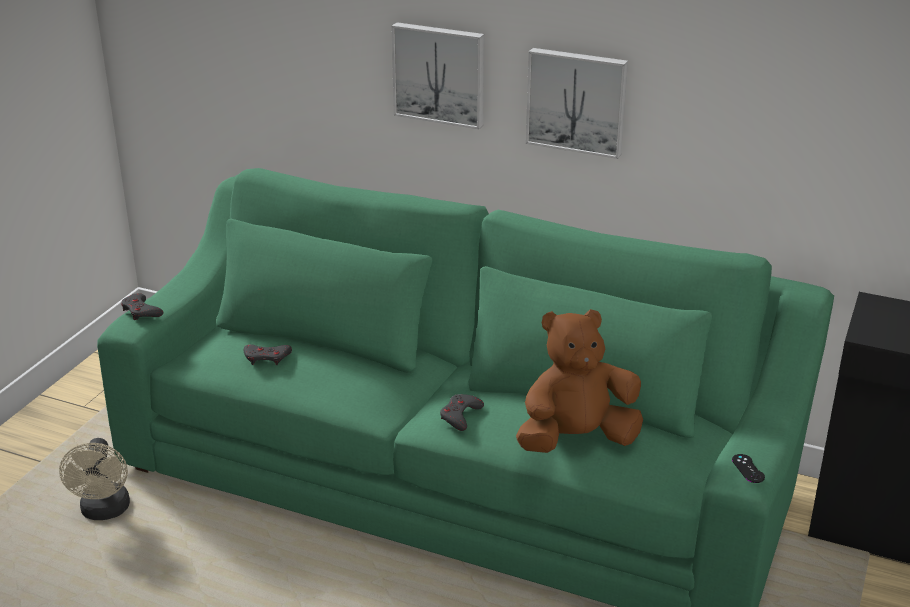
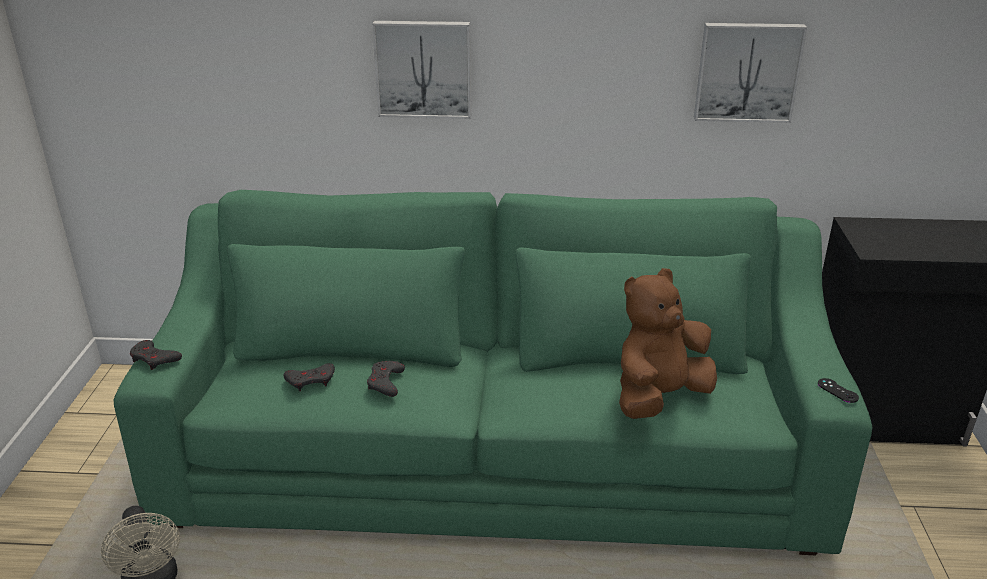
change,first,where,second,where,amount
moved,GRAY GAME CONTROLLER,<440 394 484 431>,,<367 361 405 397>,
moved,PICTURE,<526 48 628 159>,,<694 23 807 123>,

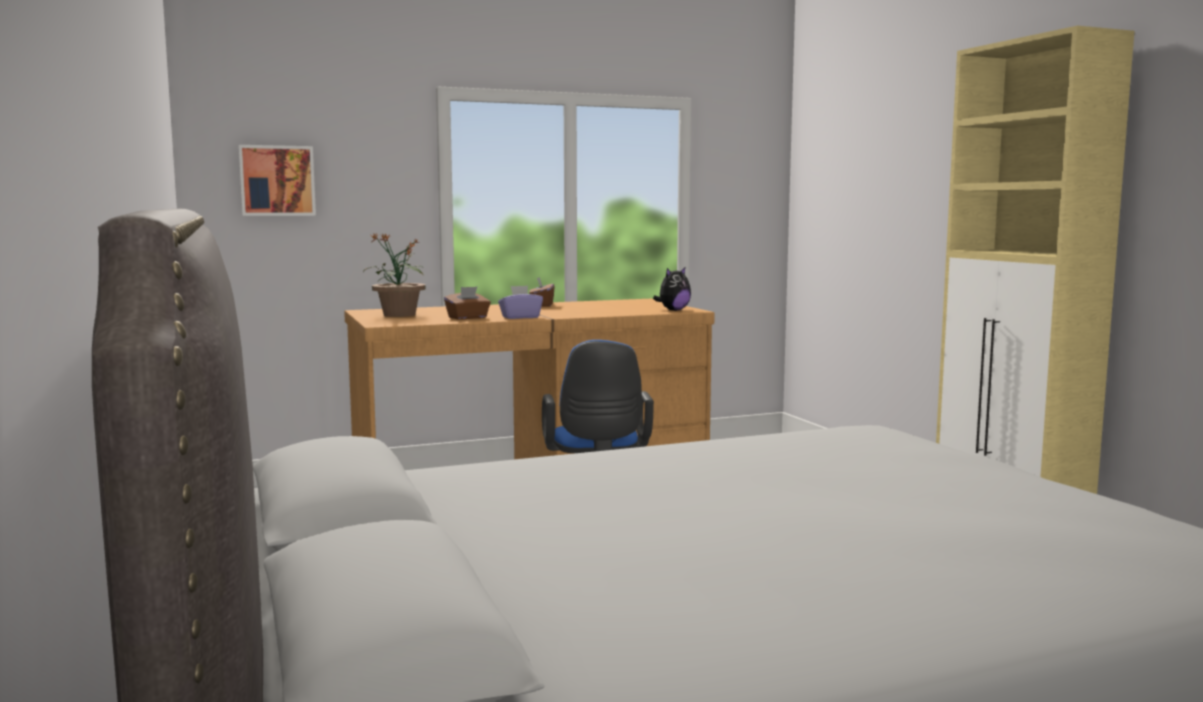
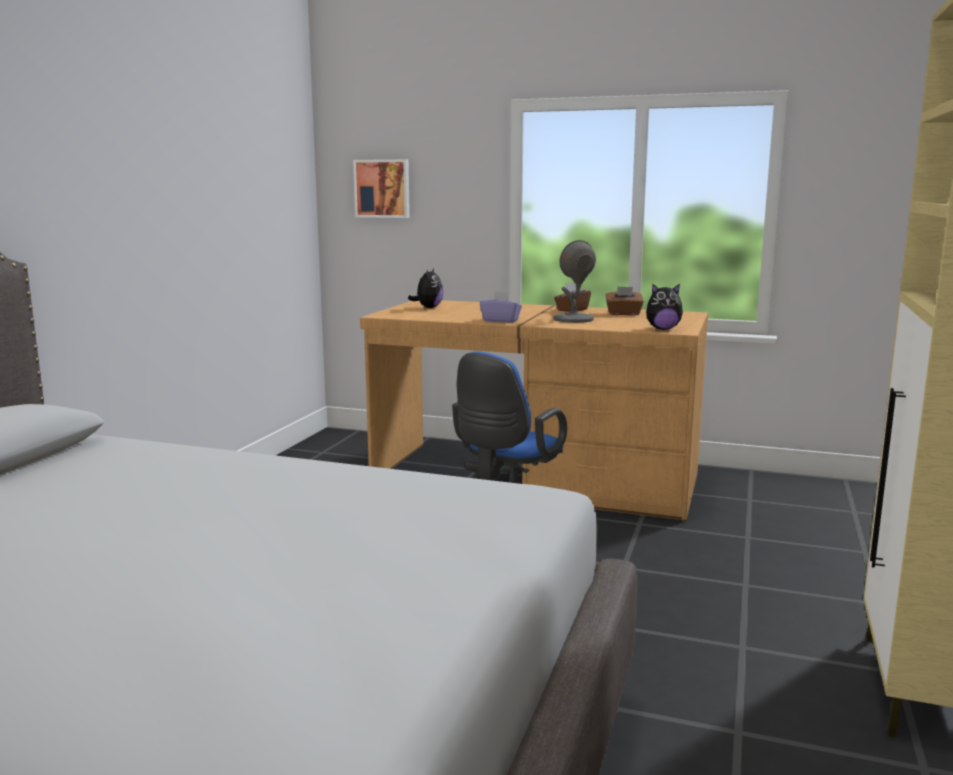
change,first,where,second,where,amount
replaced,POTTED PLANT,<363 233 425 317>,CUDDLY TOY,<408 269 443 308>,
added,,,GRAY TABLE LAMP,<553 240 596 323>,
moved,BROWN-COLOURED BOX OF TISSUES,<444 287 491 320>,,<606 286 644 315>,

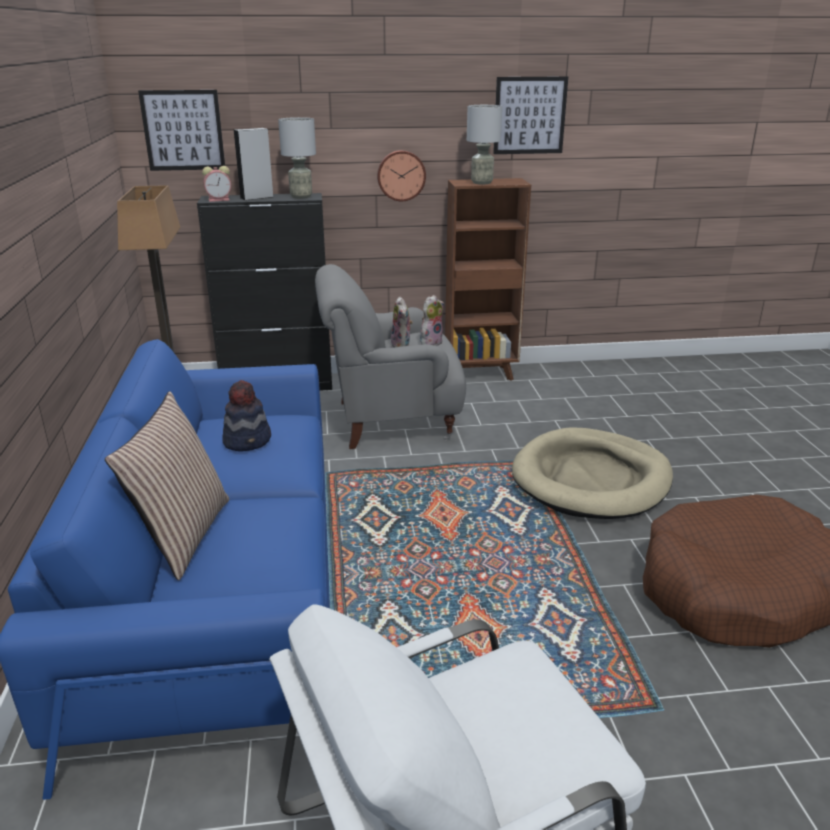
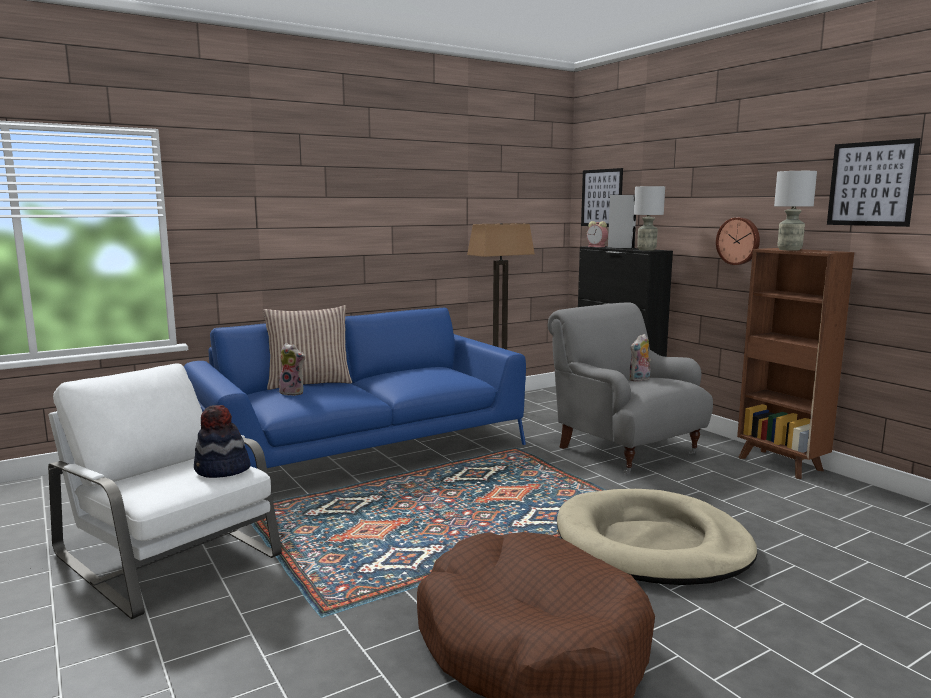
change,first,where,second,where,amount
moved,HAT,<222 380 271 452>,,<194 405 250 478>,
moved,CUDDLY TOY,<420 295 444 346>,,<279 343 305 396>,

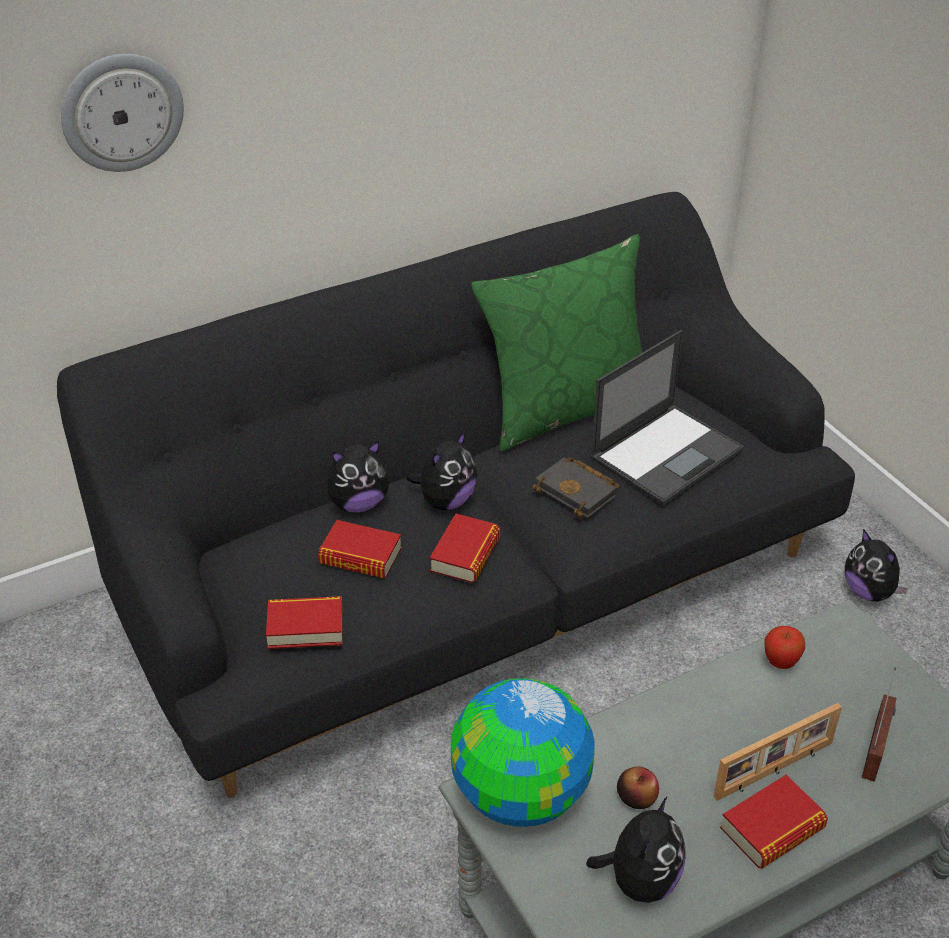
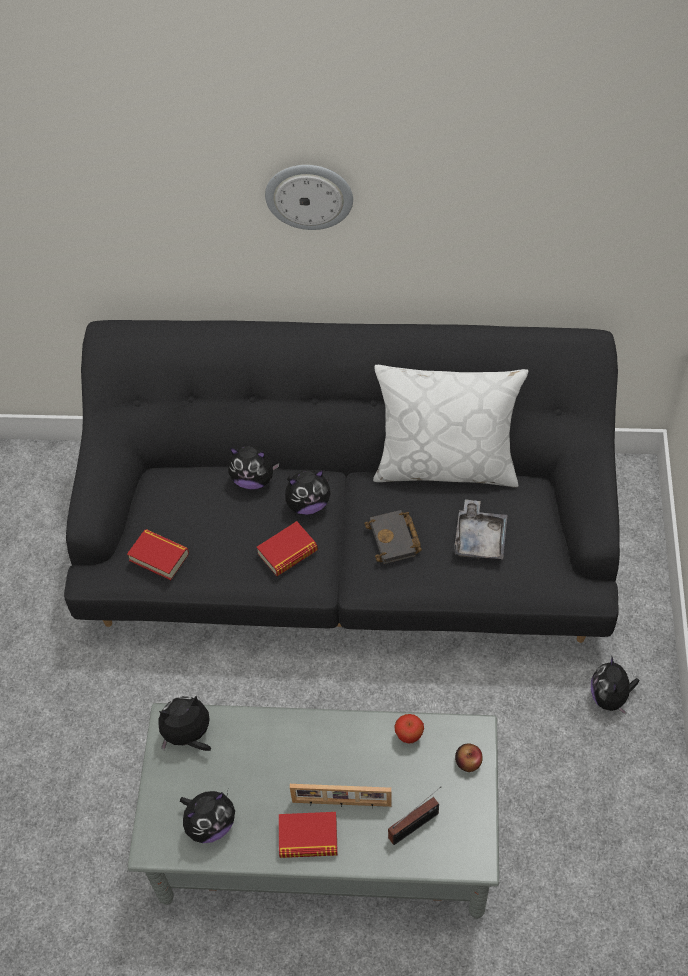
change,first,where,second,where,amount
replaced,DESK GLOBE,<451 678 595 827>,CUDDLY TOY,<158 696 211 751>,
moved,CLOCK ON THE WALL,<61 54 184 172>,,<265 165 353 230>,
recoloured,GREEN CUSHION,<471 234 642 452>,WHITISH CUSHION,<373 365 528 487>,
replaced,NOTEBOOK COMPUTER,<590 330 744 505>,GRAY TRAY,<454 499 508 559>,
moved,APPLE FRUIT,<617 767 659 809>,,<455 744 483 772>,
removed,BOUND BOOK,<318 520 402 578>,,,

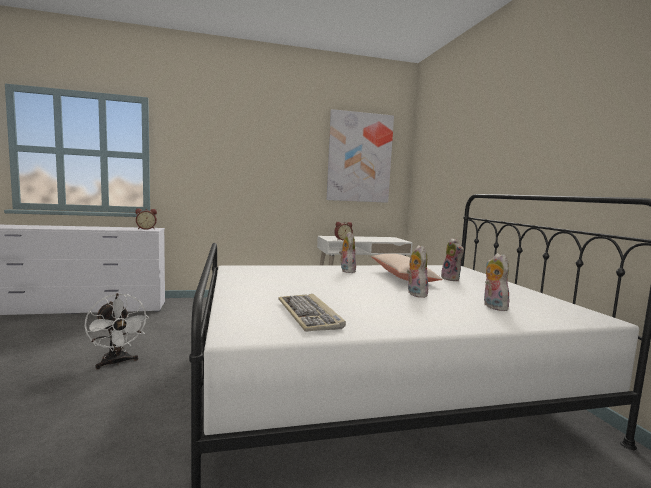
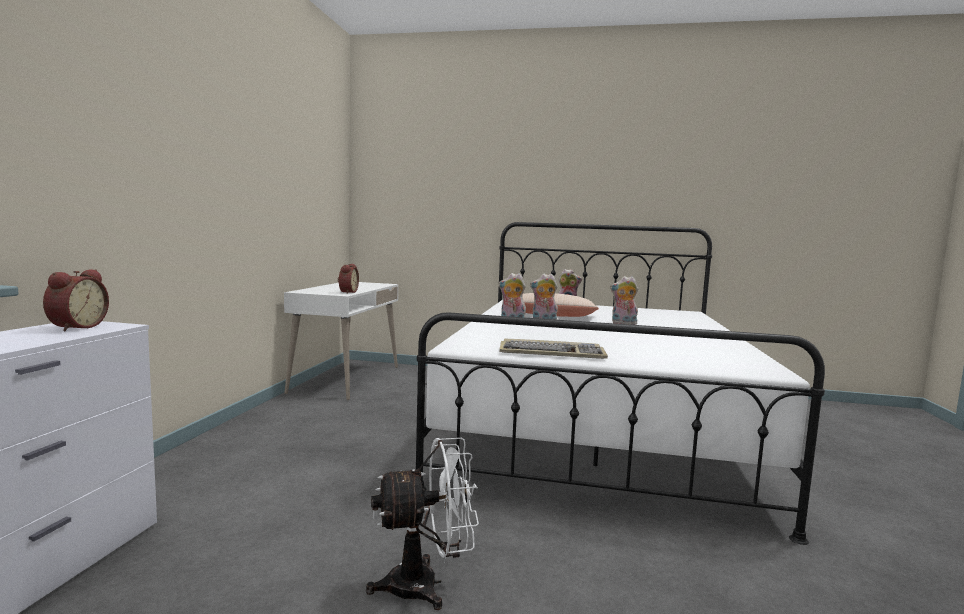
change,first,where,second,where,amount
moved,COMPUTER KEYBOARD,<278 294 346 332>,,<500 338 608 359>,
moved,CUDDLY TOY,<483 253 509 311>,,<530 274 558 320>,
removed,PICTURE,<327 109 394 203>,,,

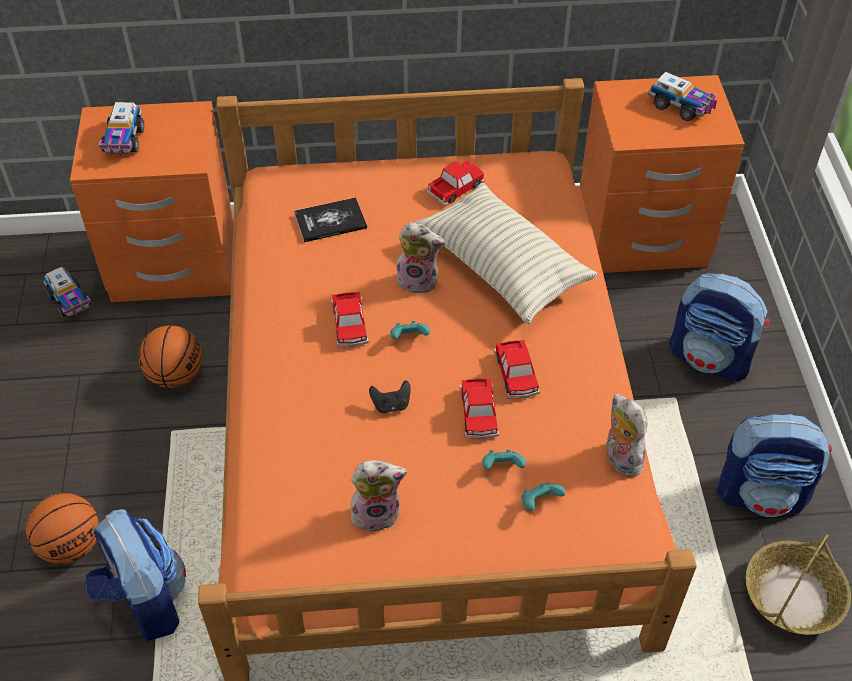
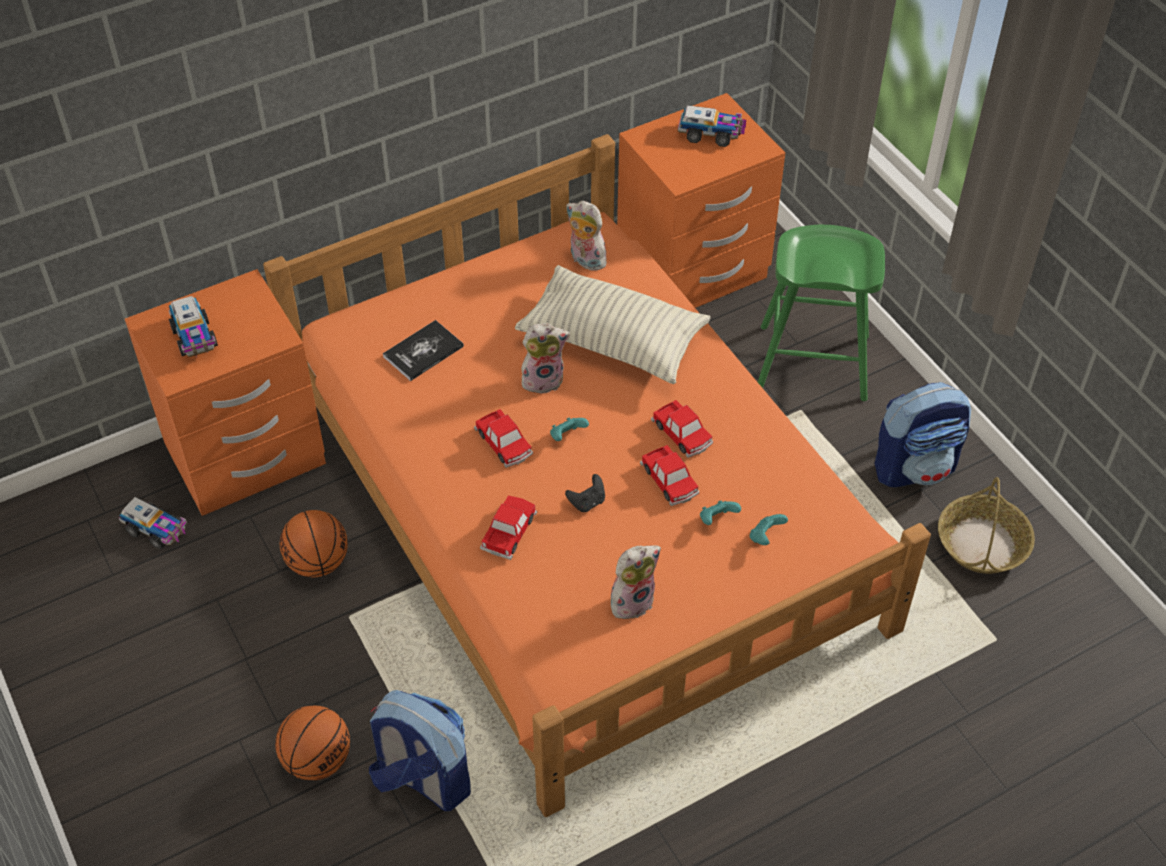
change,first,where,second,where,amount
moved,TOY CAR,<427 161 485 206>,,<480 495 537 560>,
moved,CUDDLY TOY,<606 394 647 476>,,<566 201 607 271>,
replaced,RUCKSACK,<669 273 770 382>,GREEN STOOL SEAT,<758 225 885 401>,

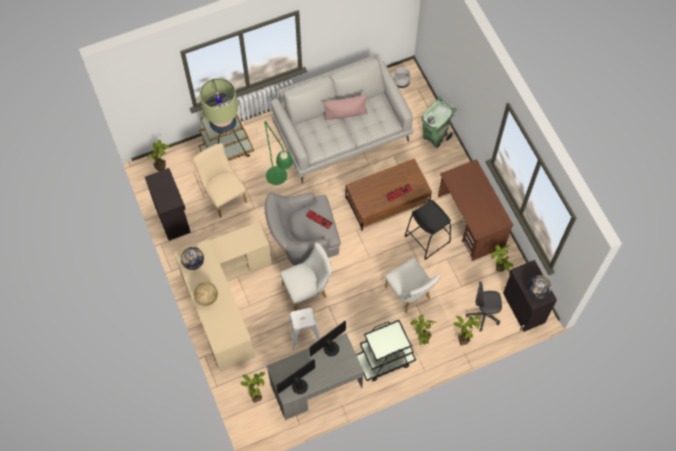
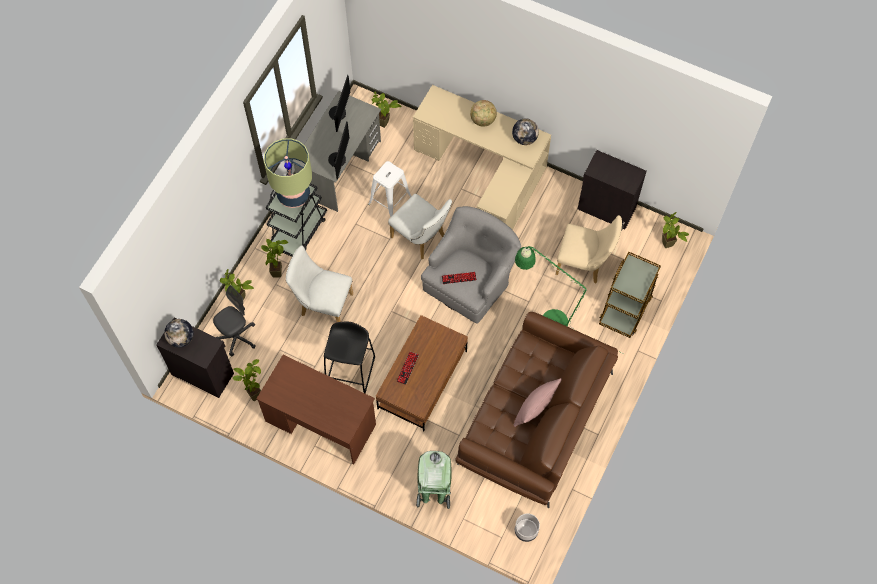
change,first,where,second,where,amount
moved,TABLE LAMP,<199 78 238 134>,,<264 138 312 208>,
turned,WHITISH PLAIN CHAIR,<280 242 332 311>,,<388 194 452 259>,75 degrees counterclockwise
recoloured,GRAY SETTEE,<271 56 413 183>,BROWN-COLOURED SETTEE,<456 312 618 508>,

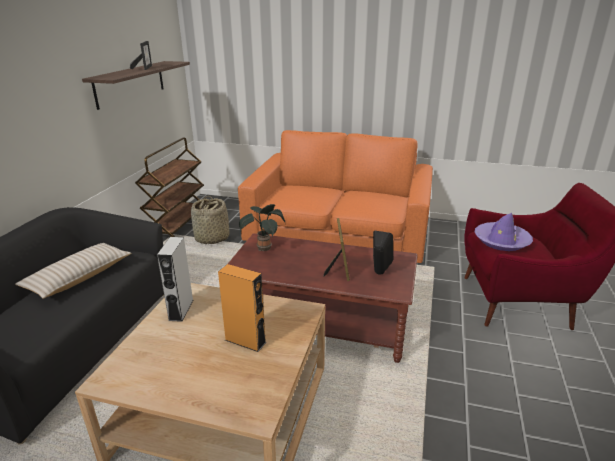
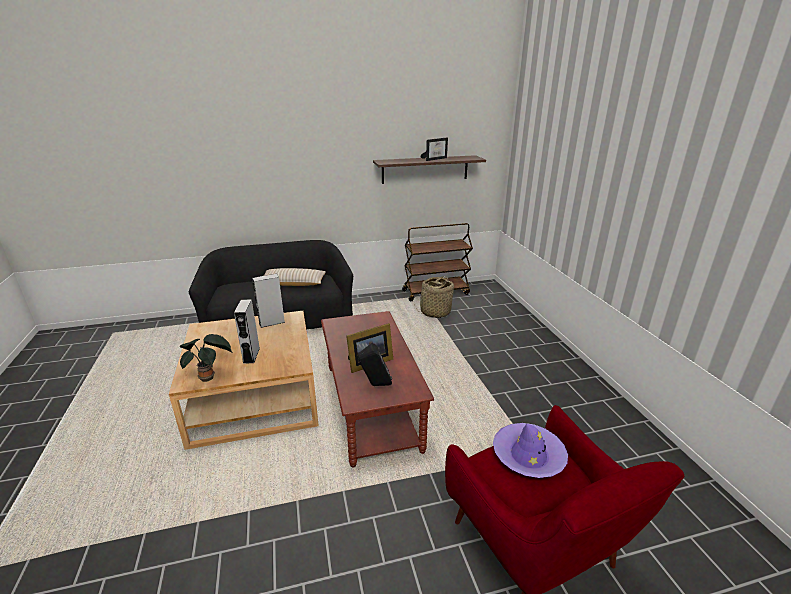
change,first,where,second,where,amount
moved,POTTED PLANT,<239 204 286 251>,,<180 334 233 382>,
recoloured,ORANGE-COLOURED LOUDSPEAKER,<218 264 266 352>,GRAY LOUDSPEAKER,<234 299 260 364>,
removed,ORANGE-COLOURED SETTEE,<238 130 433 263>,,,

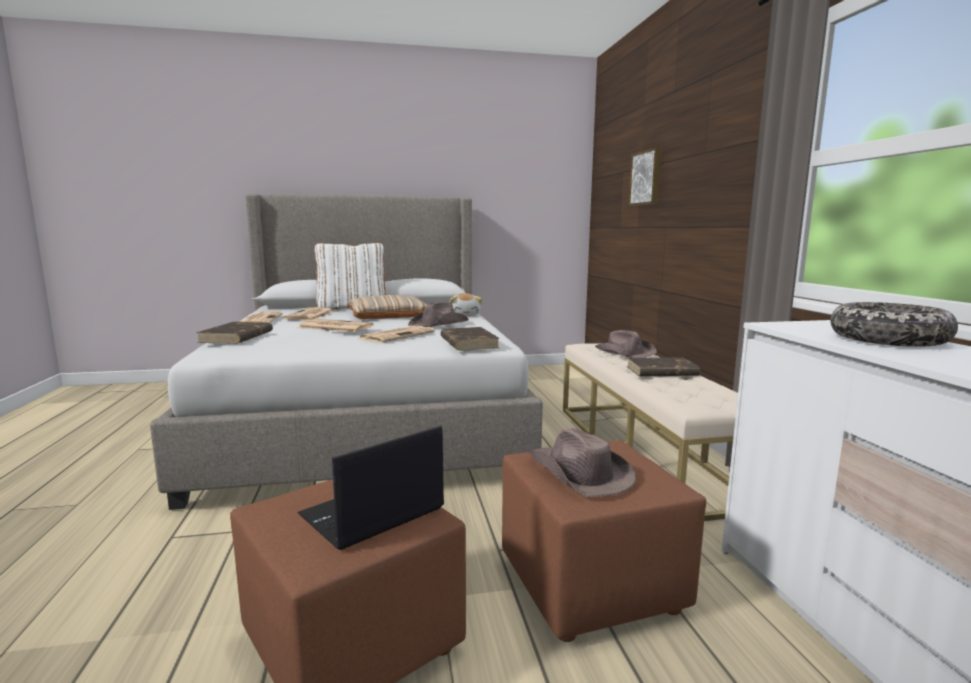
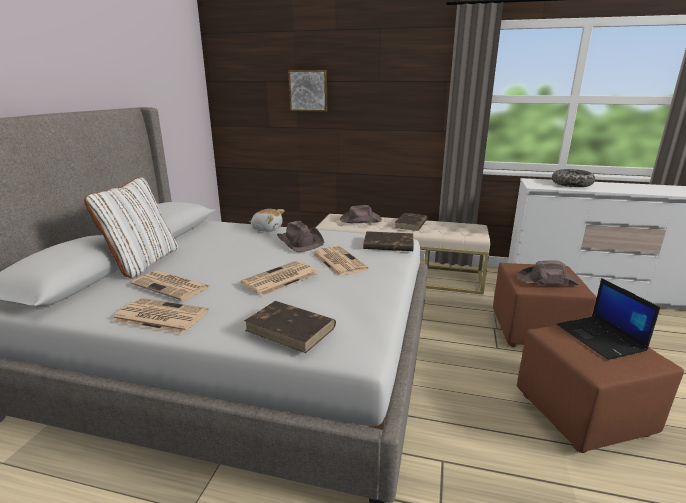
change,first,where,second,where,amount
removed,SAND-COLOURED CUSHION,<349 295 426 319>,,,

